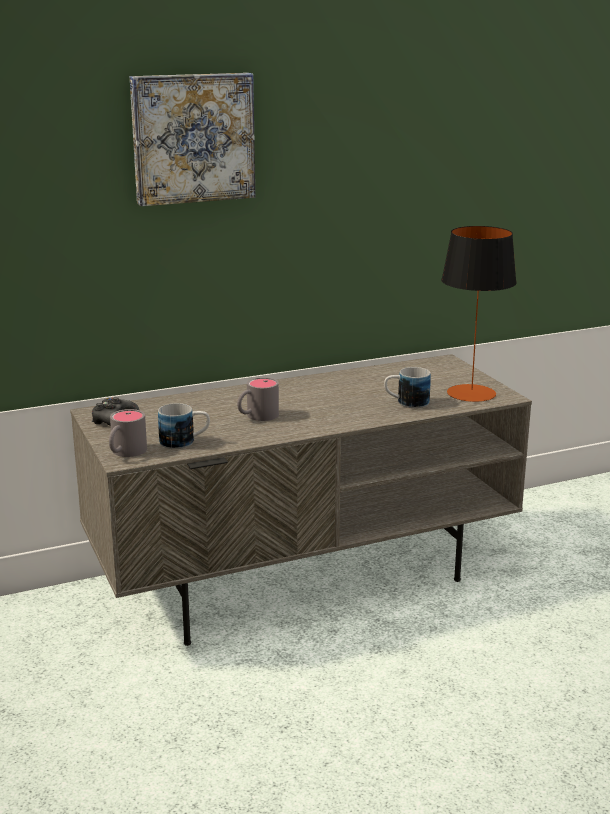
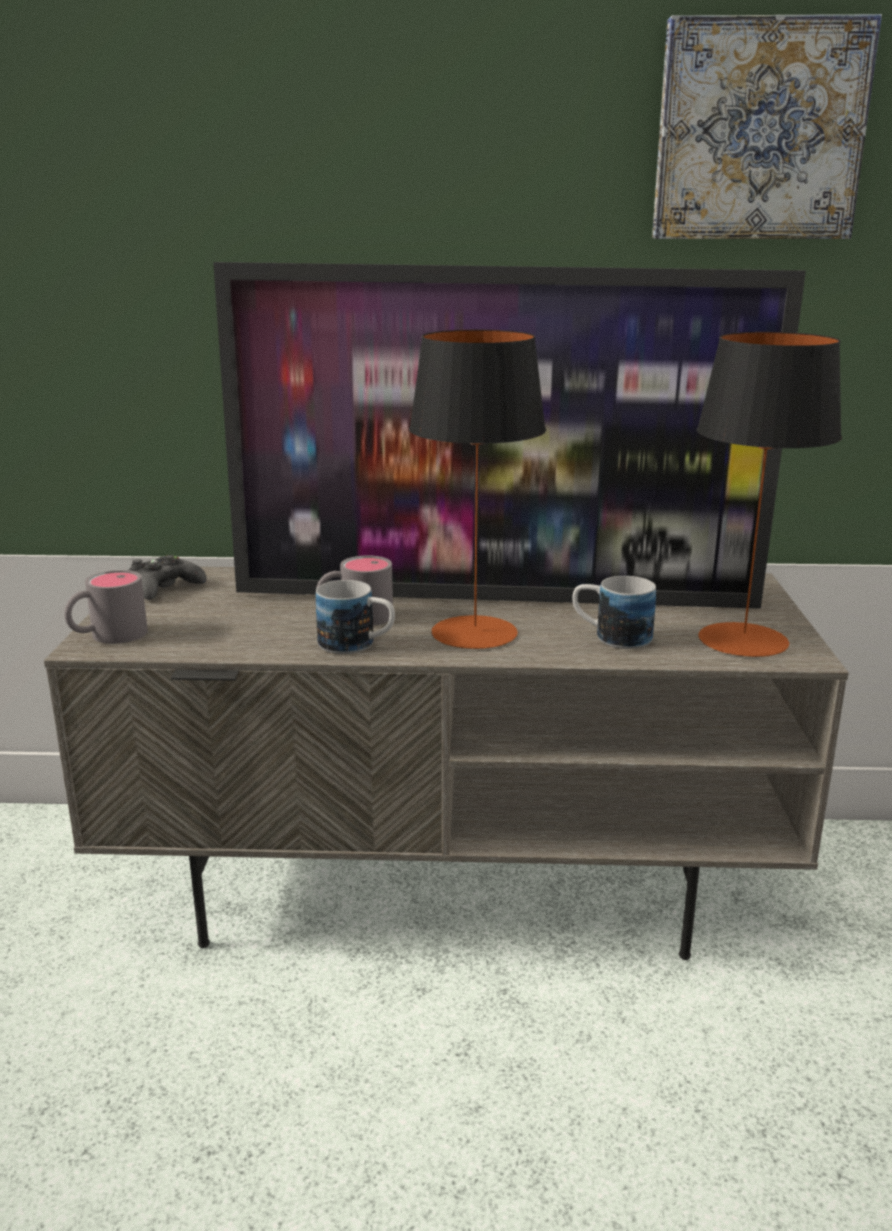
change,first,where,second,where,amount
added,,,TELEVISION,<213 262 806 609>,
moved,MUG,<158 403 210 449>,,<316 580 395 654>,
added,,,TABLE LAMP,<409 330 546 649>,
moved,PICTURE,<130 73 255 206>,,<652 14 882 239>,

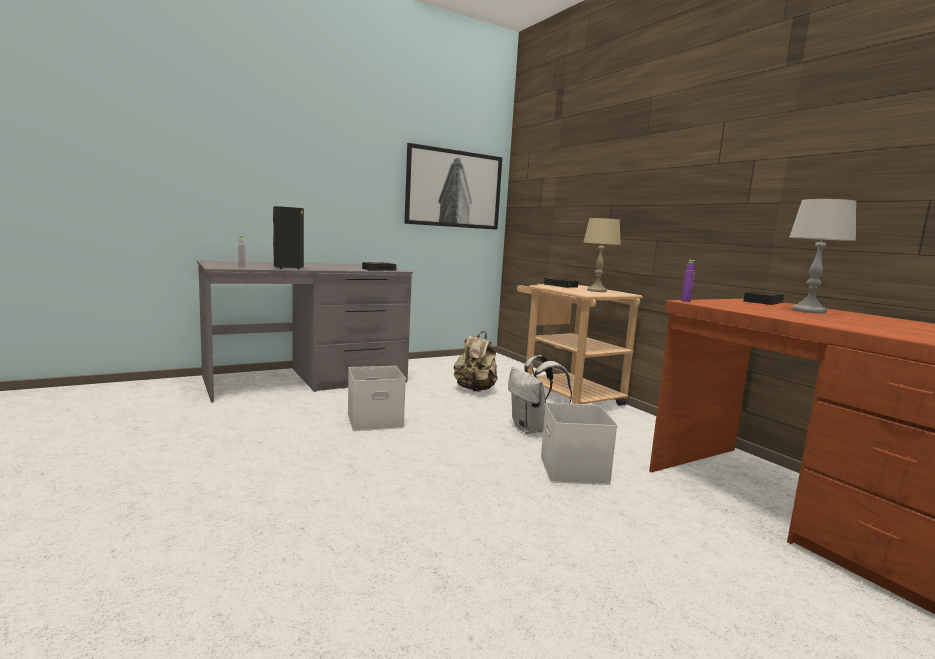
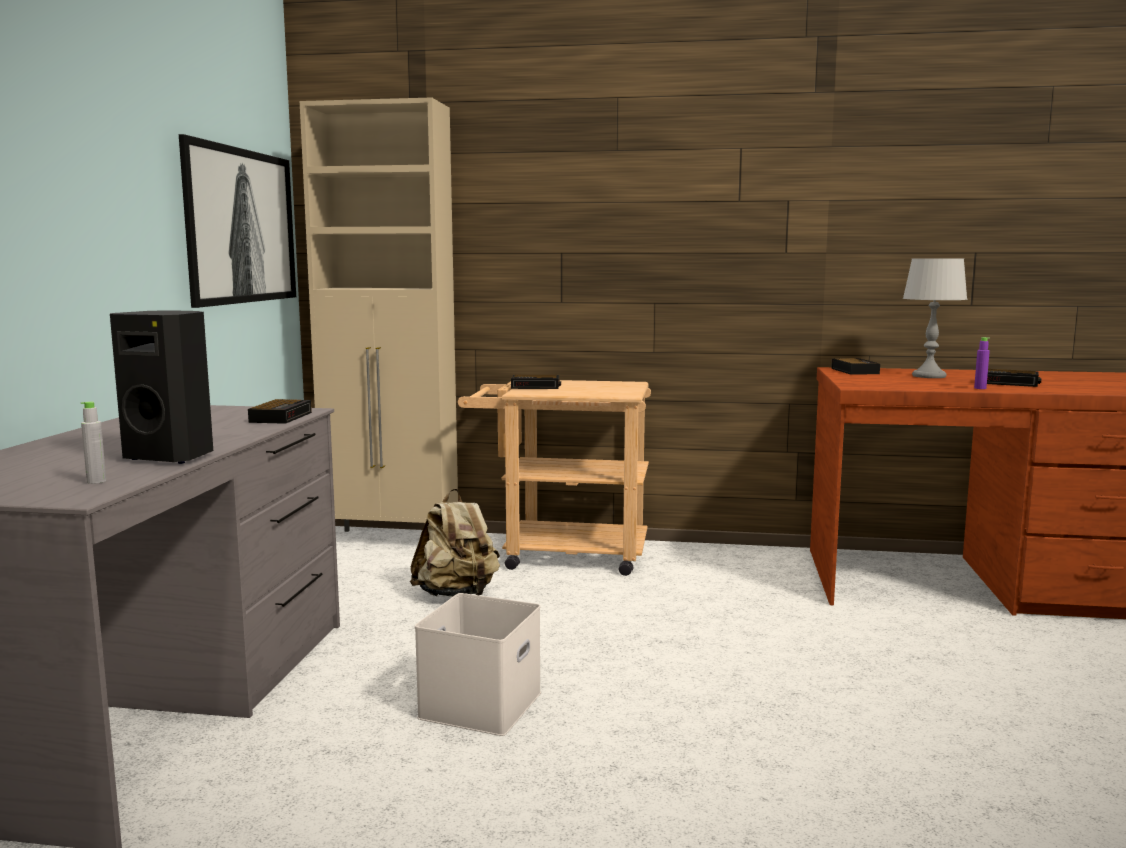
change,first,where,second,where,amount
added,,,SAND-COLOURED CUPBOARD,<300 98 458 532>,
moved,PURPLISH BOTTLE,<681 260 695 302>,,<974 337 990 389>,
added,,,ALARM CLOCK,<987 369 1042 387>,
removed,WHITISH RUCKSACK,<508 355 572 434>,,,
removed,WHITISH STORAGE CONTAINER,<540 403 617 485>,,,
removed,SAND-COLOURED TABLE LAMP,<583 218 621 292>,,,

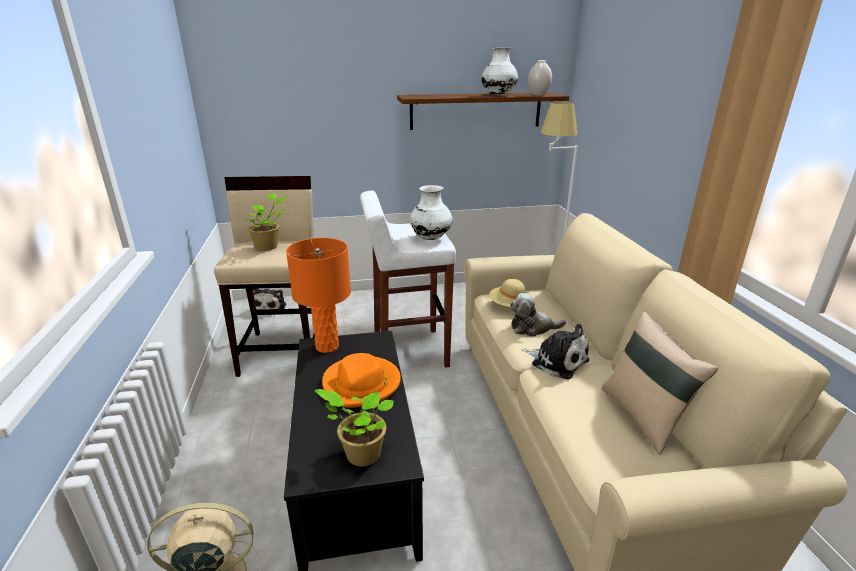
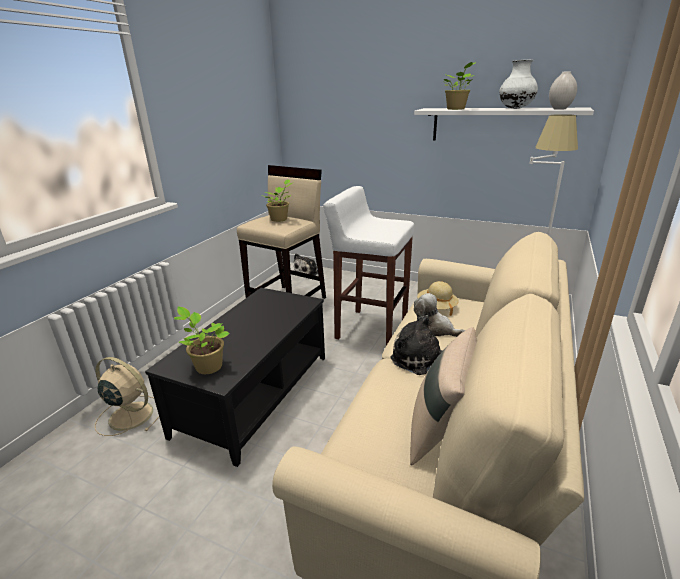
change,first,where,second,where,amount
turned,CUDDLY TOY,<521 324 589 379>,,<390 315 442 375>,150 degrees clockwise
recoloured,BROWN-COLOURED SHELF,<397 92 569 130>,WHITISH SHELF,<414 108 594 141>,
added,,,POTTED PLANT,<443 62 476 110>,
removed,ORANGE-COLOURED TABLE LAMP,<286 238 351 353>,,,
removed,ORANGE-COLOURED HAT,<322 353 401 408>,,,
removed,WHITISH FLOWER VASE,<410 185 453 240>,,,

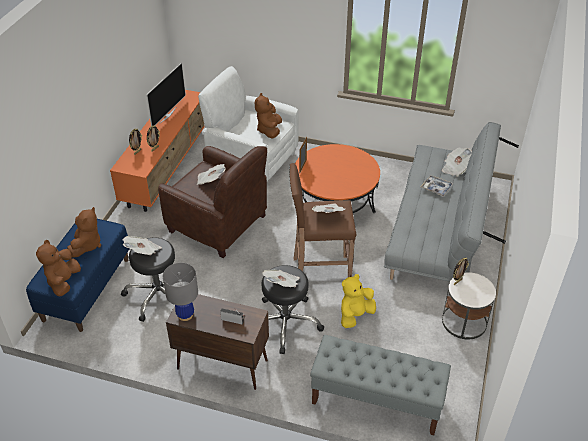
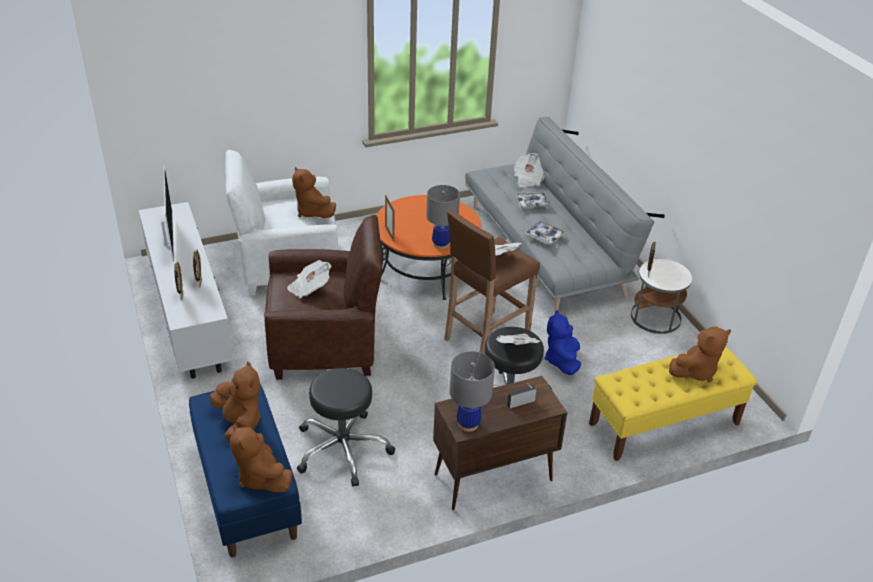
change,first,where,second,where,amount
recoloured,ORANGE-COLOURED TV UNIT,<110 90 205 212>,WHITISH TV UNIT,<139 202 233 379>,
added,,,GRAY TABLE LAMP,<426 185 460 249>,
added,,,TRAY,<525 221 566 245>,
recoloured,YELLOWISH CUDDLY TOY,<341 274 376 328>,BLUISH CUDDLY TOY,<545 310 581 375>,
recoloured,GRAY LONG SEAT,<310 335 451 436>,YELLOWISH LONG SEAT,<589 346 757 461>,
added,,,BROWN-COLOURED CUDDLY TOY,<669 326 731 382>,
removed,PRINTED PAPER,<123 236 162 255>,,,

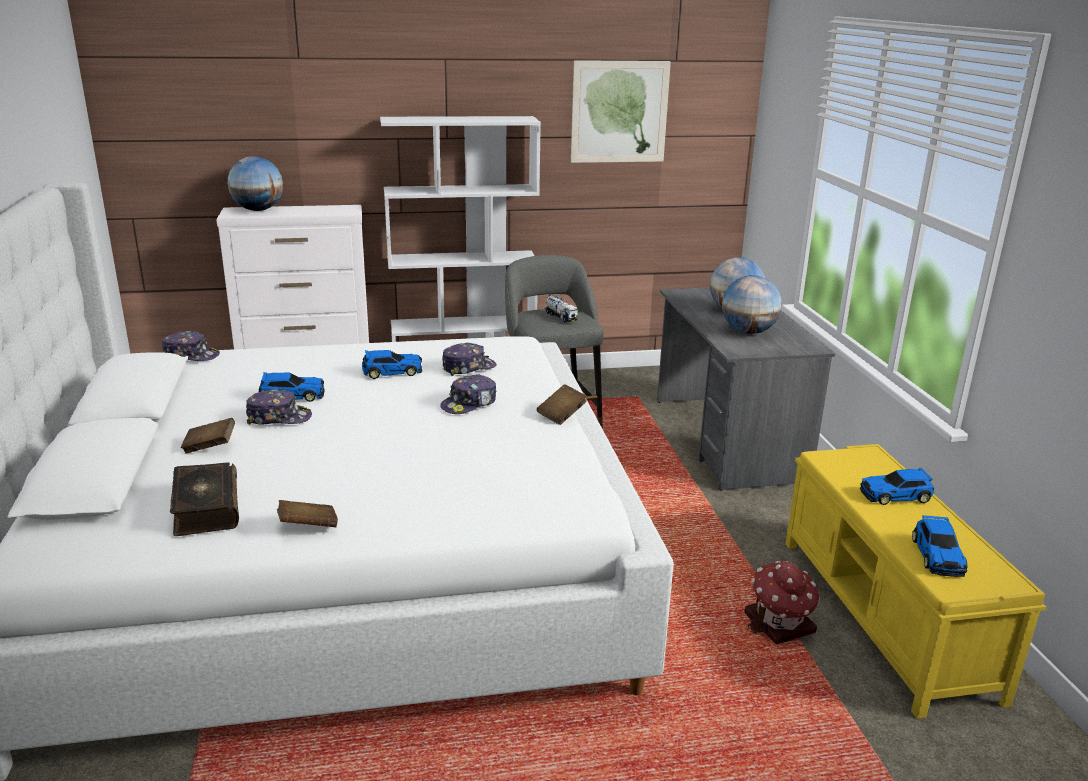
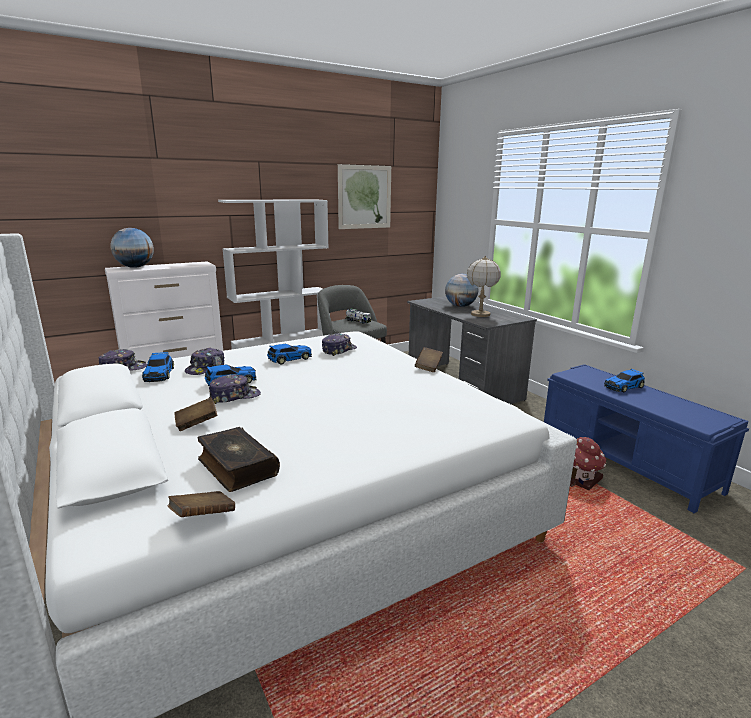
change,first,where,second,where,amount
moved,TOY CAR,<912 515 968 577>,,<142 352 174 382>,
moved,BROWN-COLOURED BOUND BOOK,<277 500 338 527>,,<168 491 235 517>,
moved,PEAKED CAP,<440 374 496 414>,,<185 347 224 375>,
replaced,DESK GLOBE,<722 275 782 334>,TABLE LAMP,<467 256 501 317>,
recoloured,YELLOWISH LONG SEAT,<786 444 1046 719>,BLUISH LONG SEAT,<544 364 749 513>,

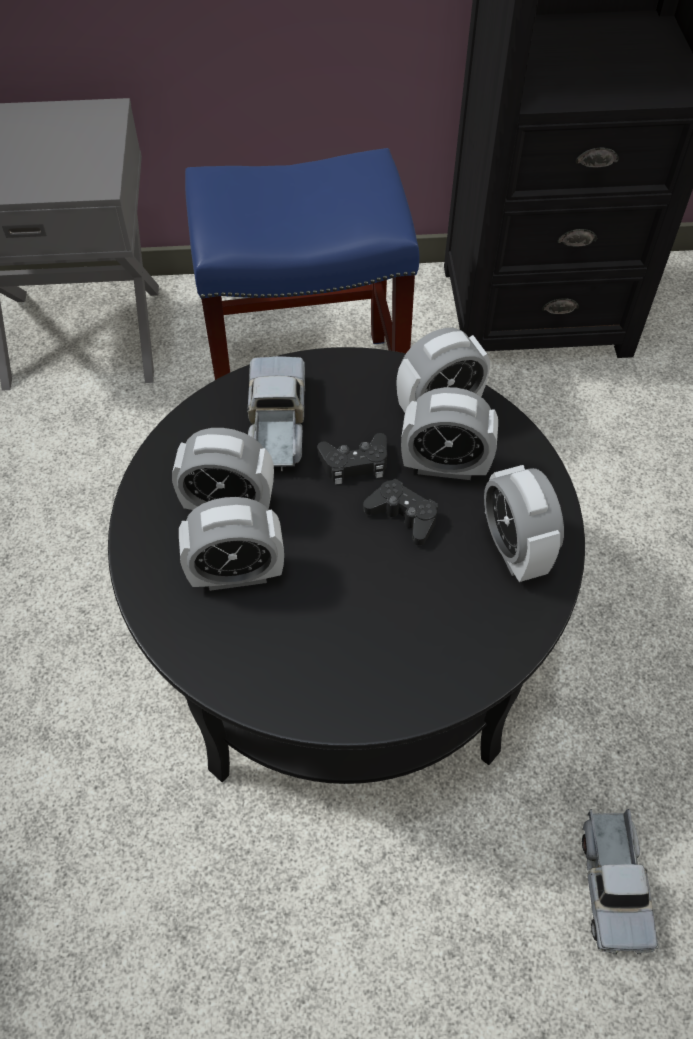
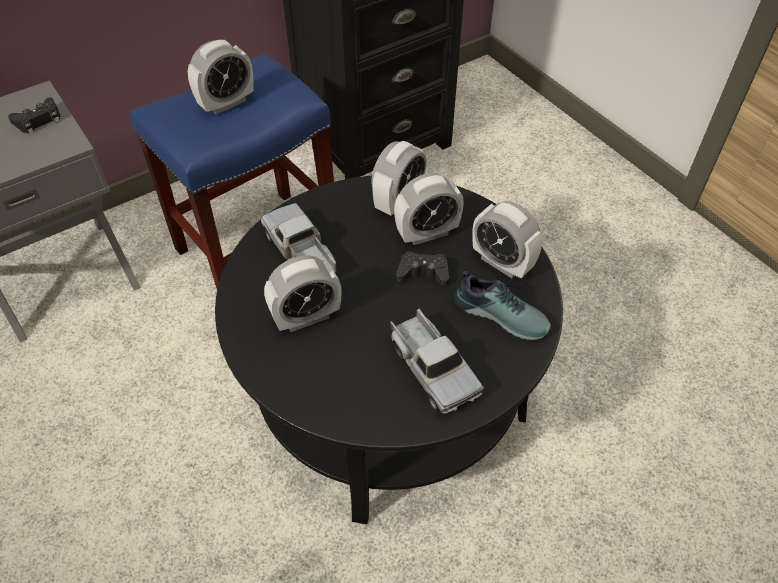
change,first,where,second,where,amount
moved,BLACK GAME CONTROLLER,<317 433 387 485>,,<8 98 61 134>,
moved,ALARM CLOCK,<179 497 284 591>,,<188 40 254 115>,
moved,MODEL TRUCK,<582 809 659 954>,,<391 309 484 414>,
added,,,LOW SHOE,<454 271 551 340>,

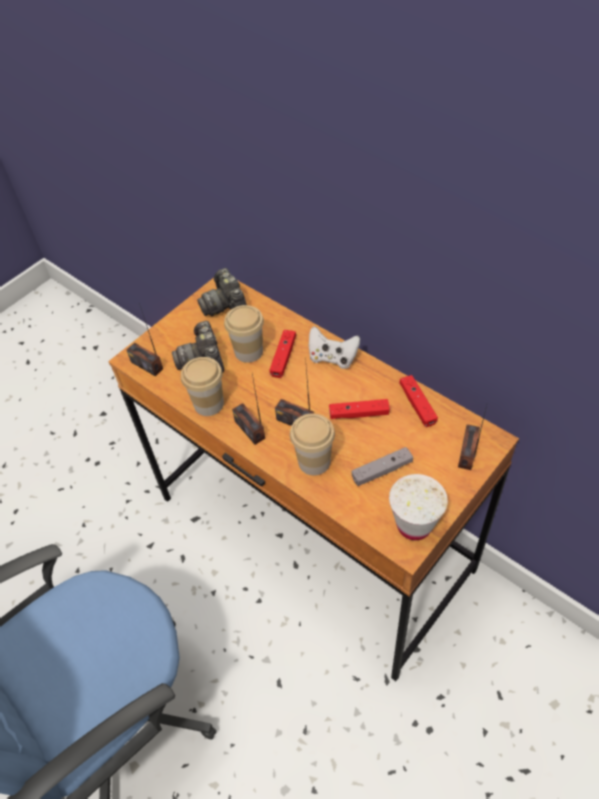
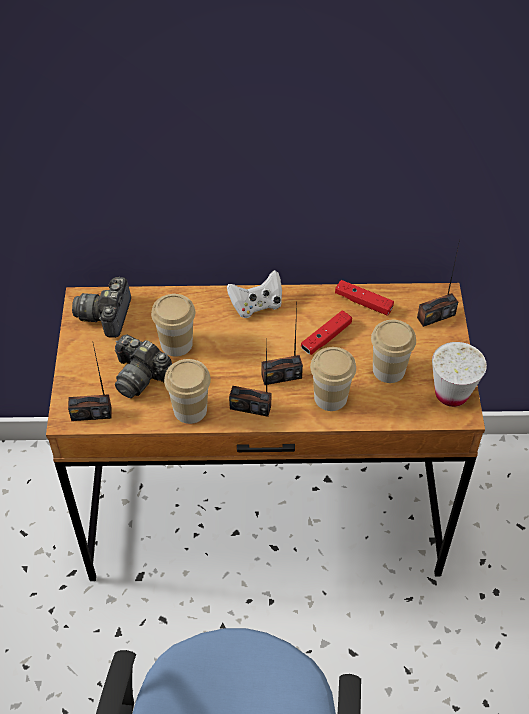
change,first,where,second,where,amount
turned,STILL CAMERA,<197 268 247 317>,,<72 277 131 338>,75 degrees clockwise
replaced,GRAY GAME CONTROLLER,<352 447 413 486>,SMALL CUP,<371 320 416 383>,
turned,RADIO,<458 405 487 470>,,<417 240 460 327>,90 degrees counterclockwise
removed,RED GAME CONTROLLER,<270 330 296 378>,,,

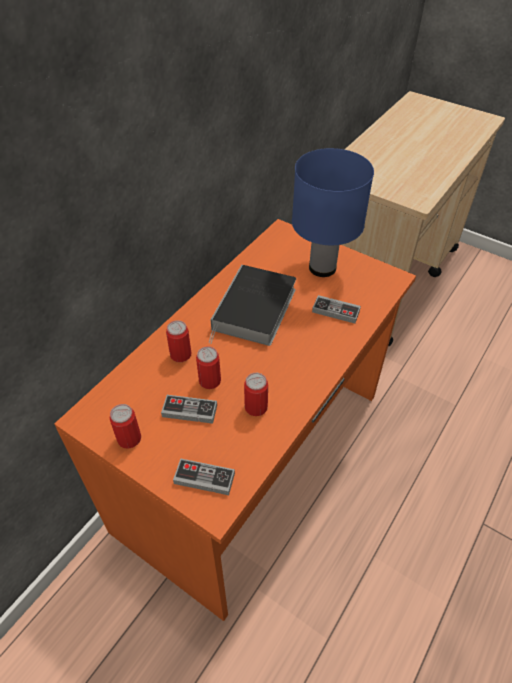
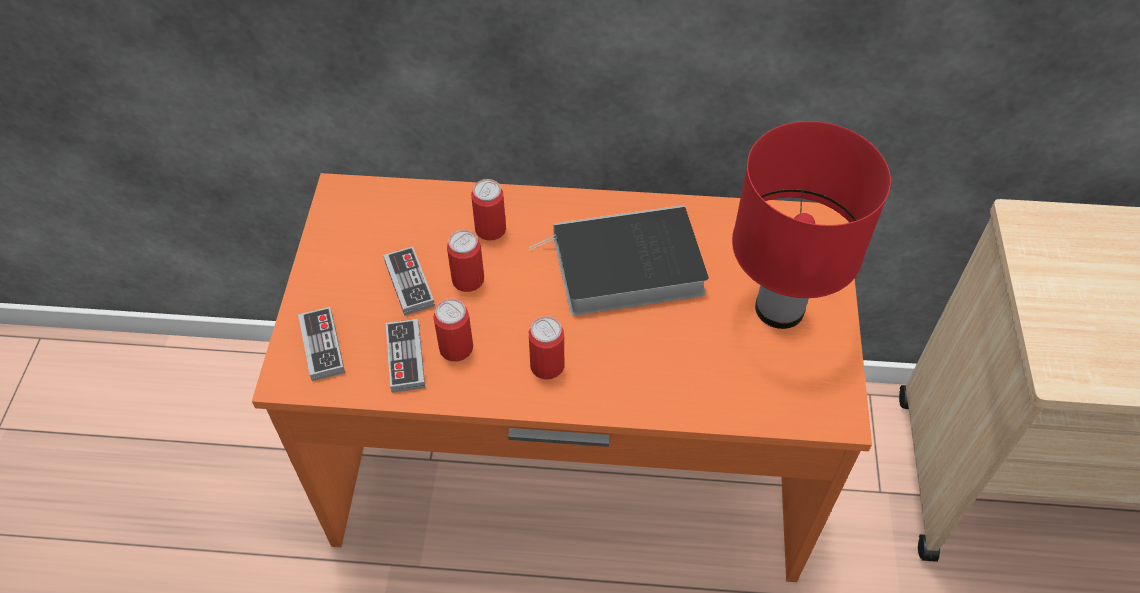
change,first,where,second,where,amount
moved,GAME CONTROLLER,<312 295 361 323>,,<386 319 425 393>,
moved,CAN,<109 404 141 449>,,<529 316 564 380>,
recoloured,BLUISH TABLE LAMP,<292 148 374 277>,RED TABLE LAMP,<732 121 891 329>,

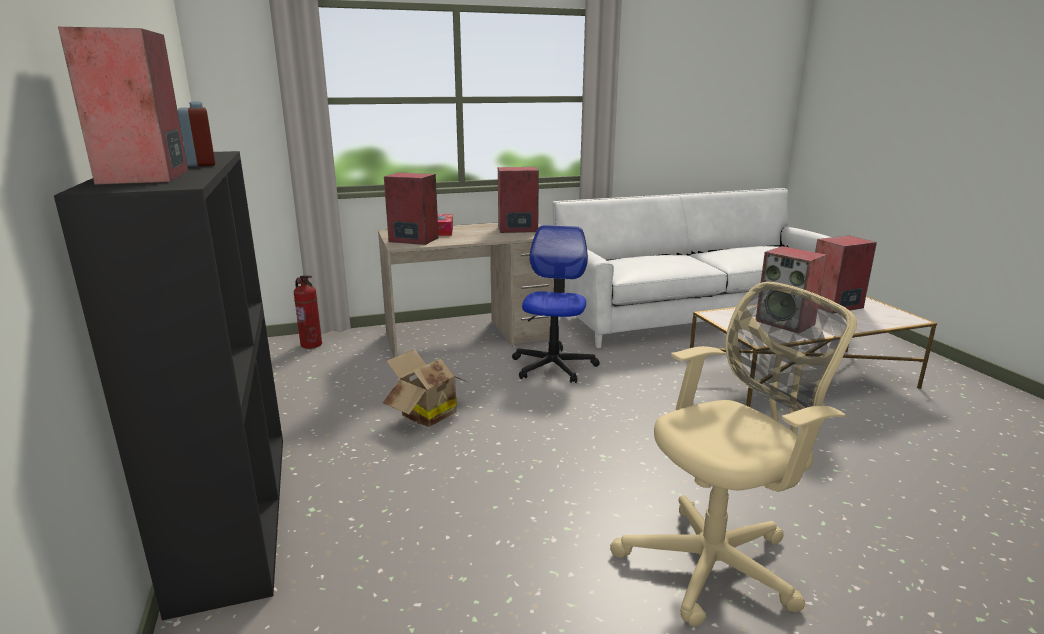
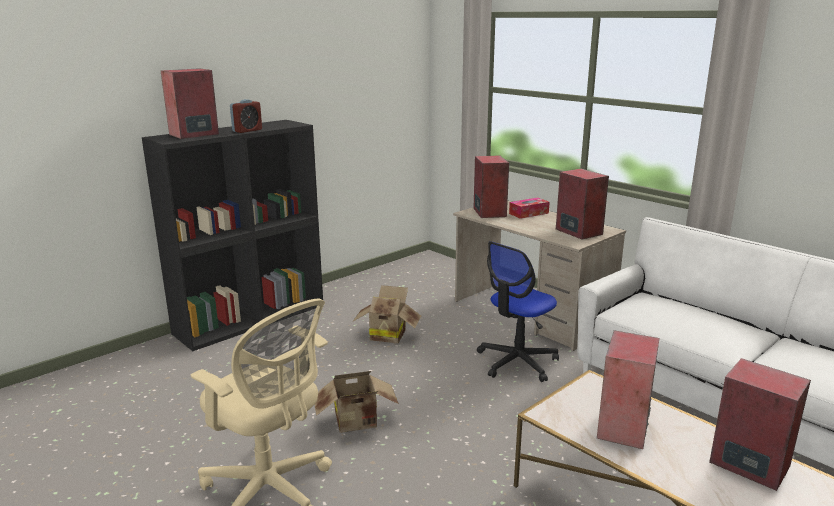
change,first,where,second,where,amount
added,,,CARDBOARD BOX,<314 371 399 433>,
turned,DESK CHAIR,<512 225 600 383>,,<477 241 559 382>,150 degrees clockwise
removed,FIRE-FIGHTING CYLINDER,<294 275 322 349>,,,

